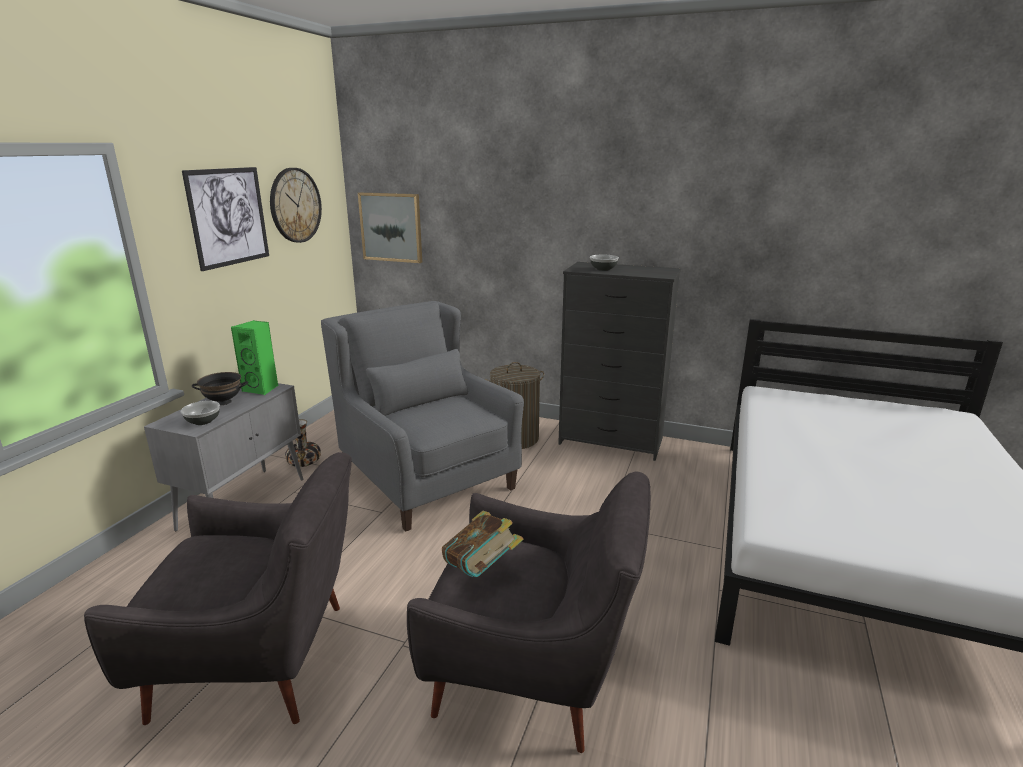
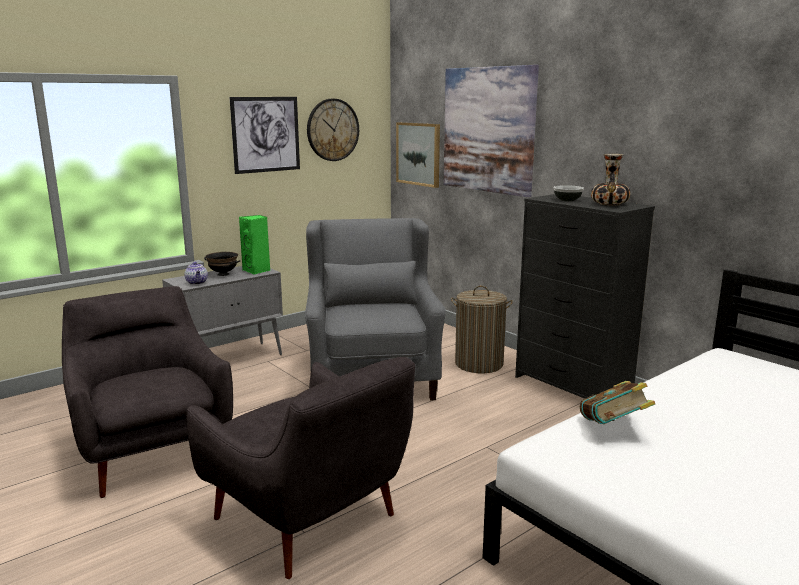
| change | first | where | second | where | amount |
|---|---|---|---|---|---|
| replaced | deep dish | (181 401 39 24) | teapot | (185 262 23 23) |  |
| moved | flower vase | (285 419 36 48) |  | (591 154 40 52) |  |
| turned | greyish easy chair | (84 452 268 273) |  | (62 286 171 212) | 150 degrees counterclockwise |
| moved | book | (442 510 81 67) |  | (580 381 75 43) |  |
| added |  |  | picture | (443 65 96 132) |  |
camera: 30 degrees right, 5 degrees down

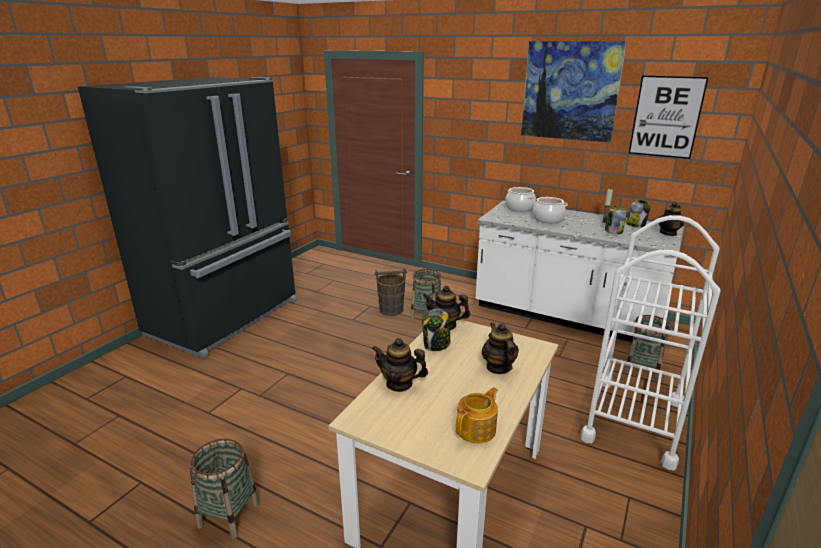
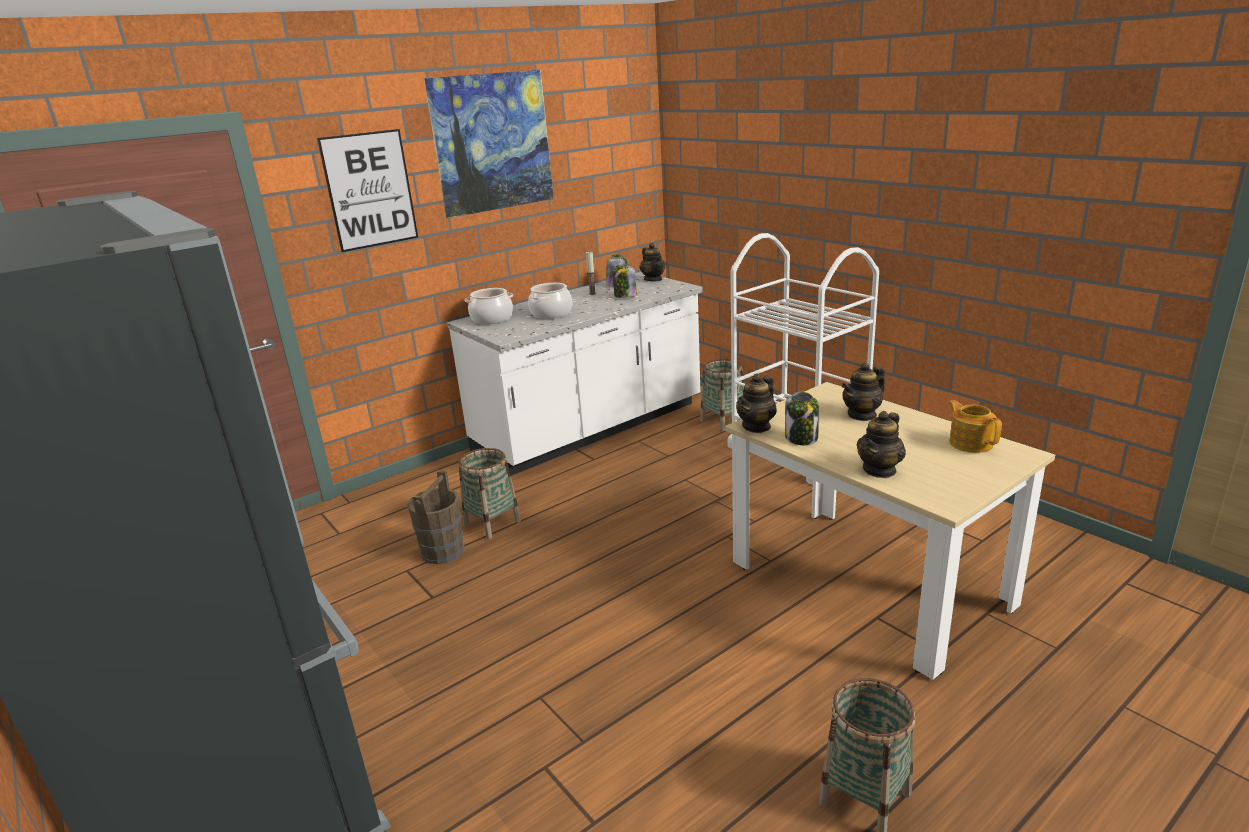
| change | first | where | second | where | amount |
|---|---|---|---|---|---|
| moved | picture | (629 75 80 84) |  | (317 129 101 123) |  |
| turned | teapot | (482 323 37 51) |  | (842 362 43 59) | 45 degrees counterclockwise |
camera: 65 degrees left, 0 degrees up

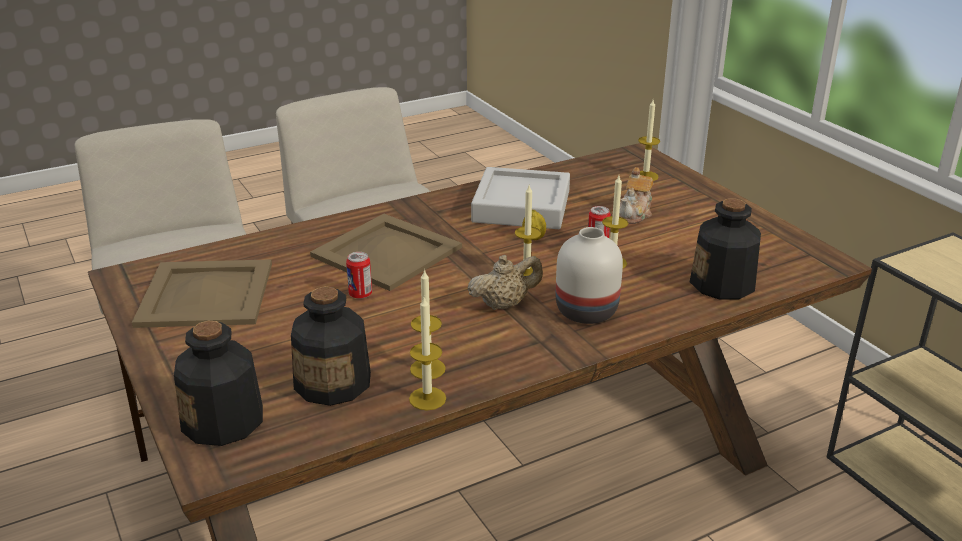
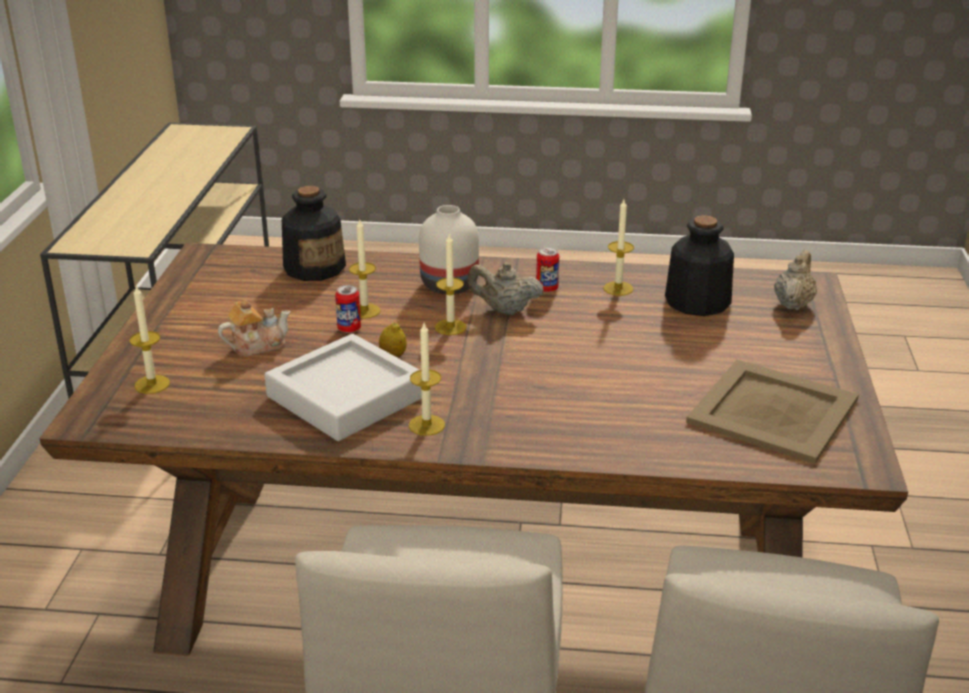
| change | first | where | second | where | amount |
|---|---|---|---|---|---|
| removed | beige-coloured tray | (310 214 152 77) |  |  |  |
| moved | can | (346 252 26 47) |  | (536 247 23 46) |  |
| moved | wax light | (409 297 37 114) |  | (409 323 36 113) |  |
| replaced | drink bottle | (174 321 89 125) | beige-coloured teapot | (774 250 43 60) |  |
camera: 145 degrees left, 0 degrees up

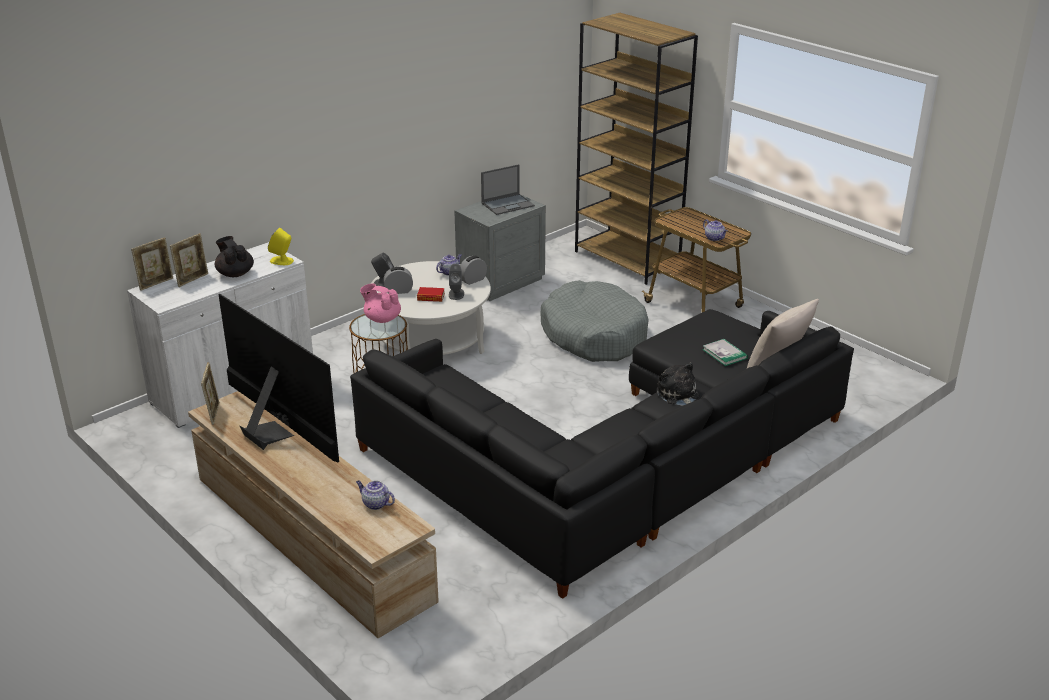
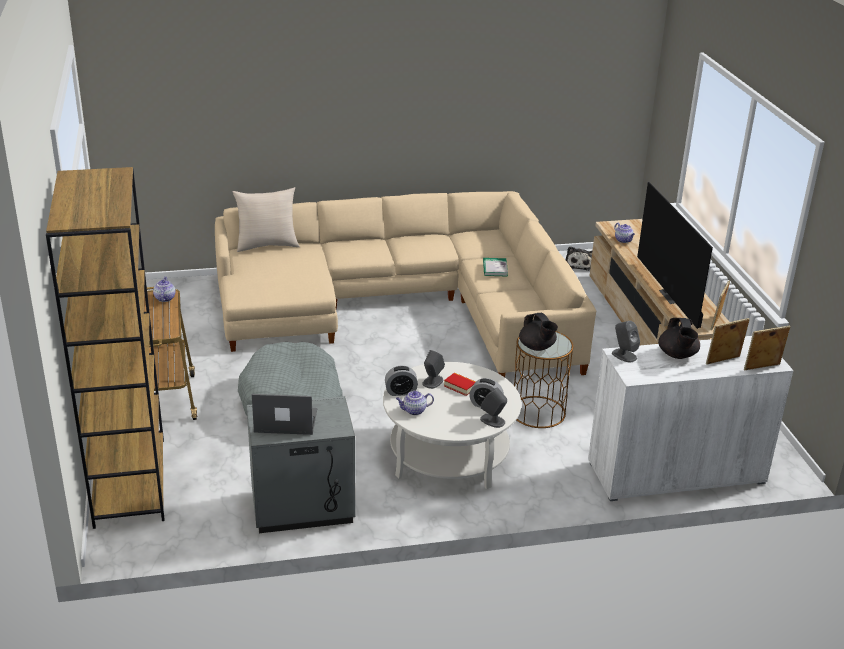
| change | first | where | second | where | amount |
|---|---|---|---|---|---|
| recoloured | yellow speaker | (268 228 26 37) | greyish speaker | (612 321 28 41) |  |
| recoloured | pink-coloured teapot | (360 284 41 39) | blackish teapot | (519 313 39 38) |  |
| recoloured | blackish couch | (350 309 504 290) | beige-coloured couch | (215 191 381 186) |  |
| moved | book | (702 339 46 27) |  | (483 258 25 19) |  |
| moved | cuddly toy | (657 362 43 44) |  | (566 246 26 25) |  |
camera: 150 degrees left, 0 degrees up

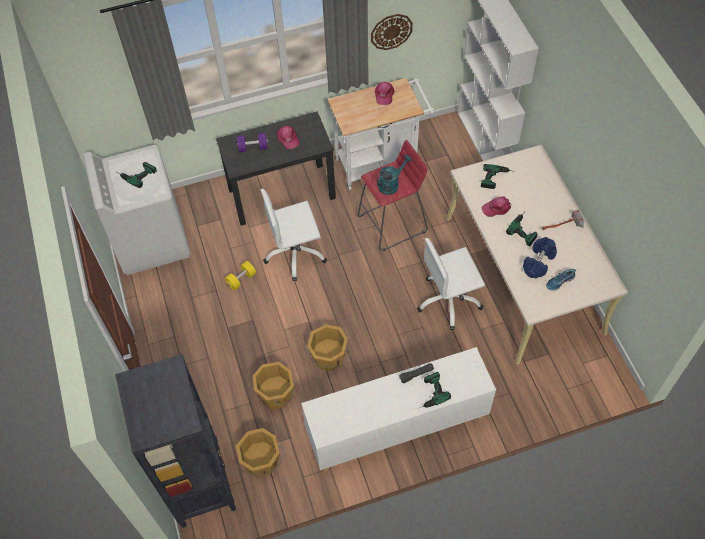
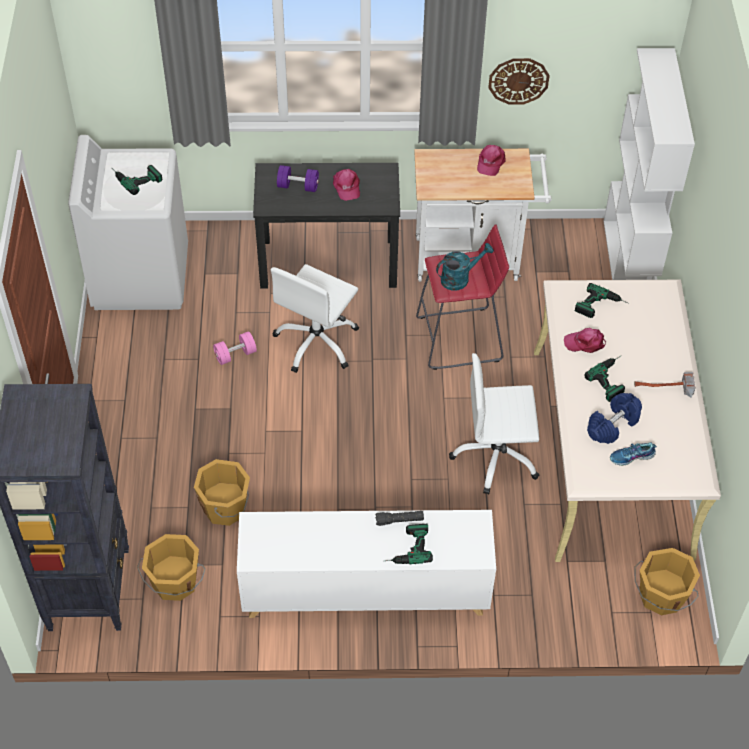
| change | first | where | second | where | amount |
|---|---|---|---|---|---|
| turned | whitish computer chair | (261 189 66 92) |  | (271 264 88 109) | 60 degrees counterclockwise |
| recoloured | yellow hand weight | (225 261 31 29) | pink-coloured hand weight | (213 331 44 34) |  |
| moved | orangey pail | (304 324 47 47) |  | (634 548 66 67) |  |
camera: 15 degrees right, 5 degrees down

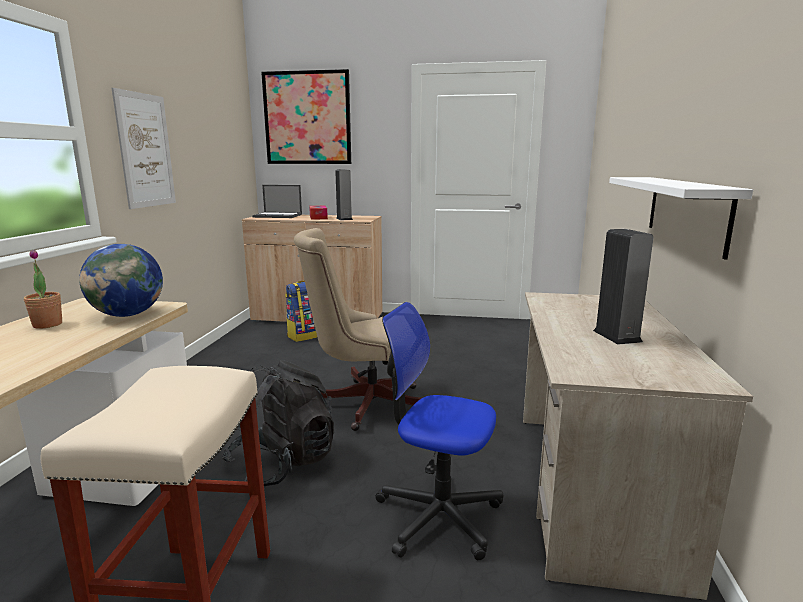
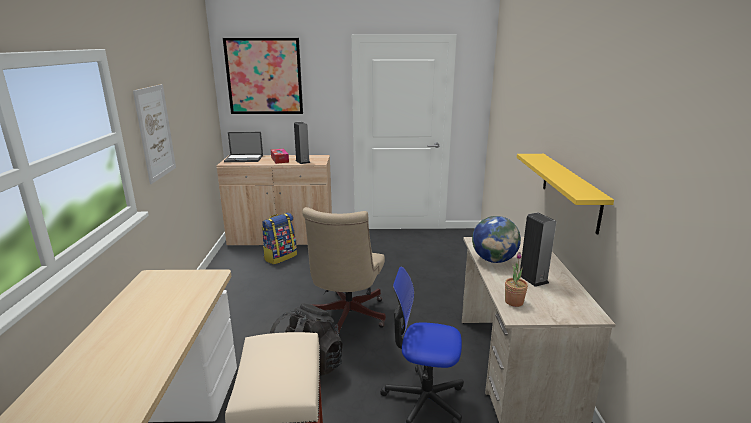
| change | first | where | second | where | amount |
|---|---|---|---|---|---|
| recoloured | whitish wall shelf | (609 177 144 83) | yellow wall shelf | (517 154 97 81) |  |
| turned | beige-coloured computer chair | (294 228 128 203) |  | (302 207 84 127) | 60 degrees counterclockwise |
| moved | desk globe | (79 244 84 73) |  | (472 216 49 47) |  |
| moved | houseplant | (24 249 38 80) |  | (505 252 23 55) |  |
camera: 10 degrees left, 5 degrees up

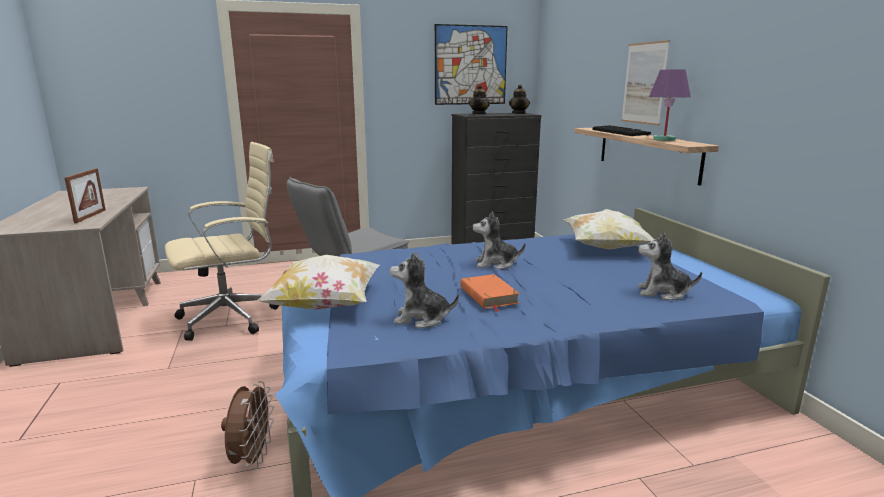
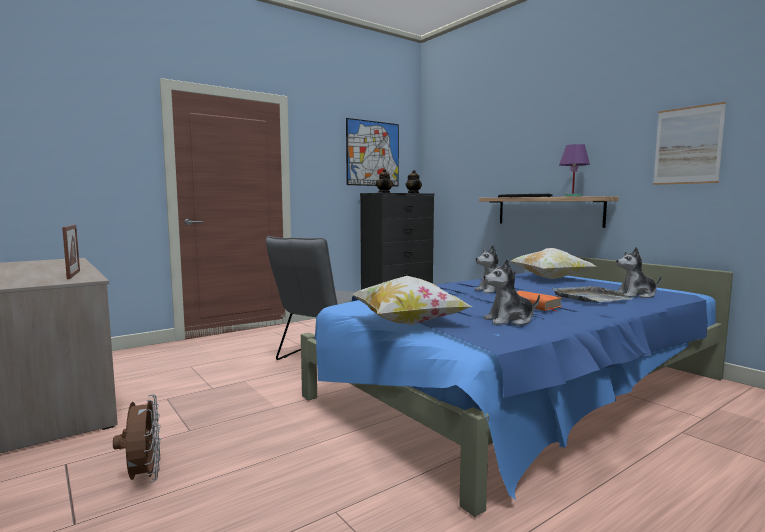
| change | first | where | second | where | amount |
|---|---|---|---|---|---|
| moved | picture | (621 40 49 86) |  | (653 102 73 83) |  |
| removed | beige-coloured computer chair | (165 142 114 199) |  |  |  |
| moved | brownish electric fan | (221 381 53 88) |  | (113 394 48 89) |  |
| added |  |  | greyish tray | (552 286 81 16) |  |
camera: 20 degrees left, 10 degrees down

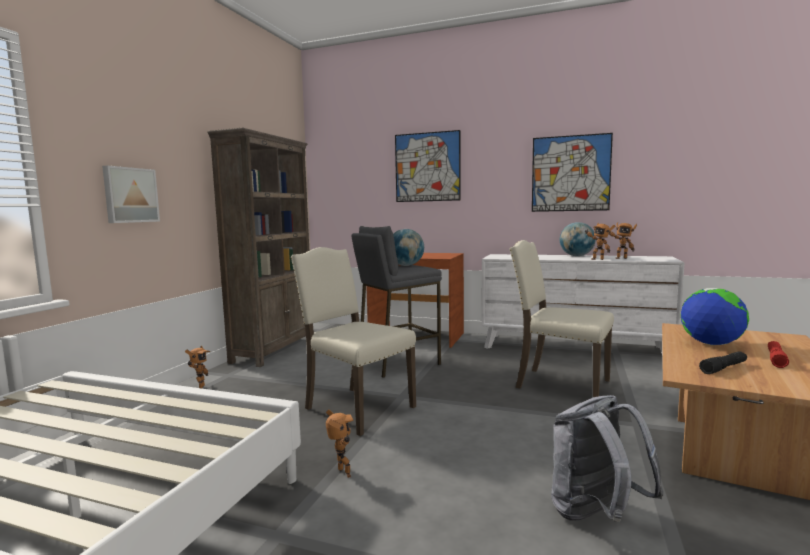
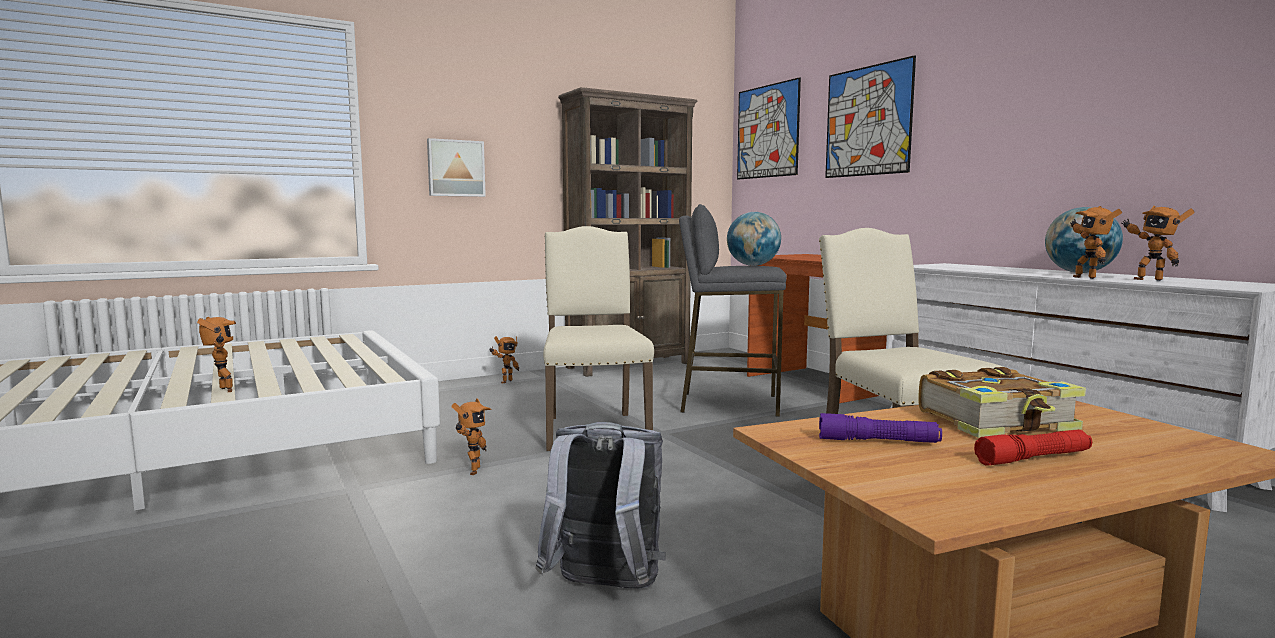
| change | first | where | second | where | amount |
|---|---|---|---|---|---|
| moved | picture | (532 133 81 79) |  | (737 77 64 102) |  |
| replaced | desk globe | (681 288 68 57) | book | (918 367 168 71) |  |
| recoloured | blackish hand torch | (699 351 48 23) | purplish hand torch | (819 413 123 30) |  |
| added |  |  | robot figure | (197 317 39 75) |  |
camera: 40 degrees right, 0 degrees up

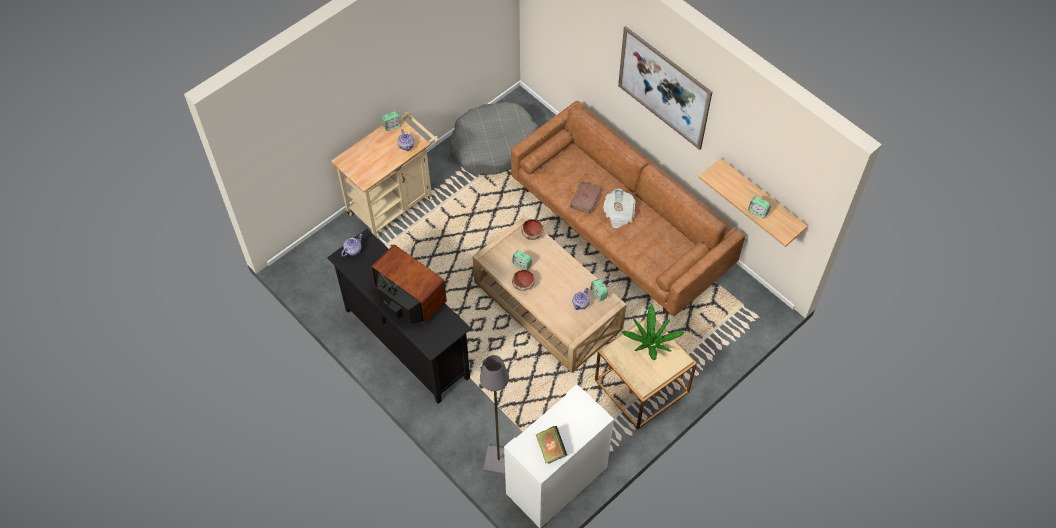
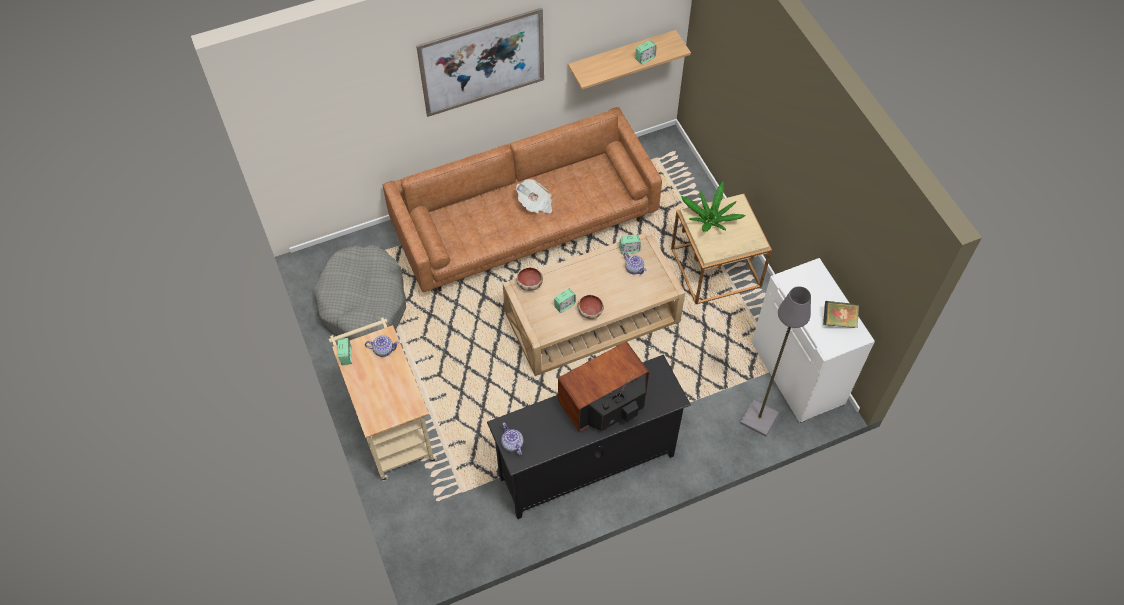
| change | first | where | second | where | amount |
|---|---|---|---|---|---|
| removed | brownish book | (570 181 32 33) |  |  |  |
camera: 70 degrees left, 0 degrees up

